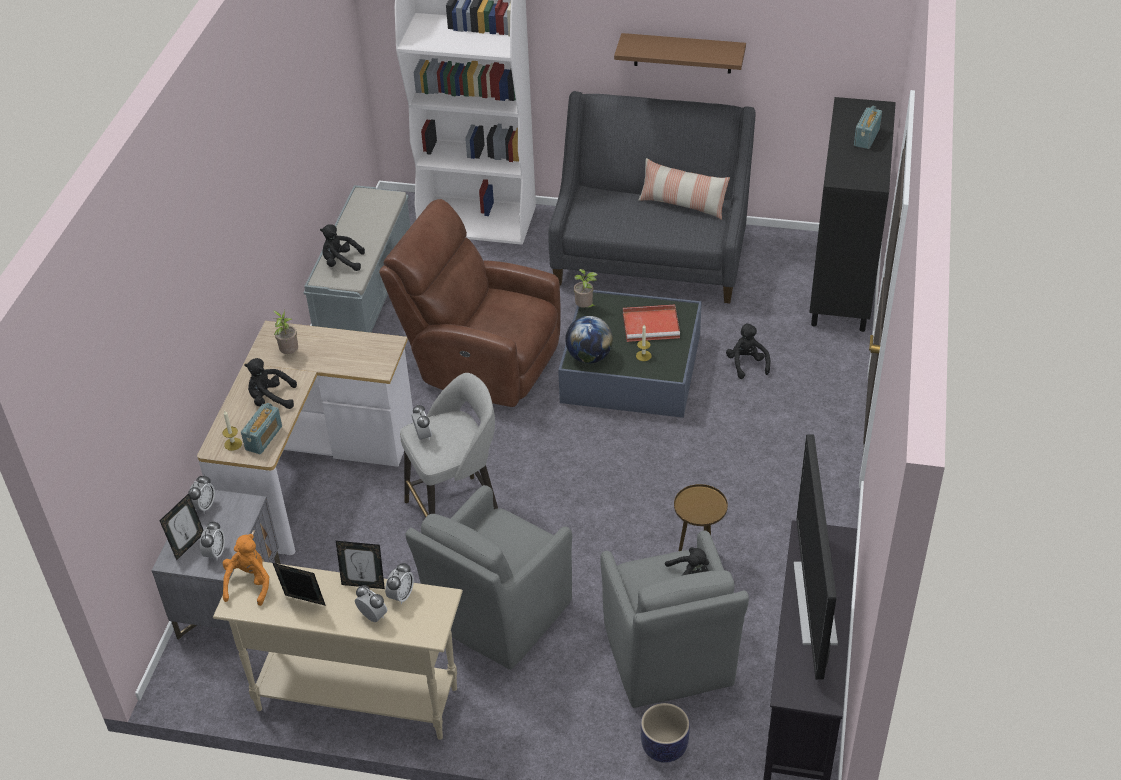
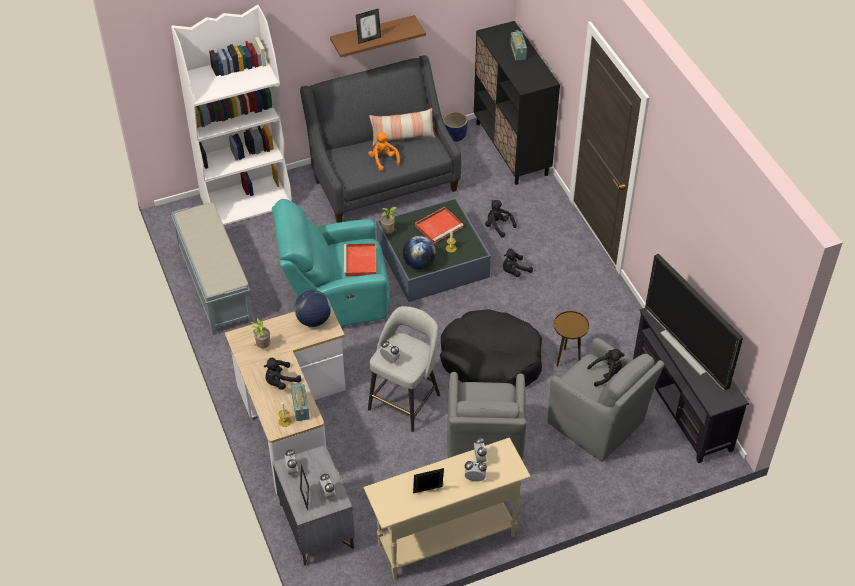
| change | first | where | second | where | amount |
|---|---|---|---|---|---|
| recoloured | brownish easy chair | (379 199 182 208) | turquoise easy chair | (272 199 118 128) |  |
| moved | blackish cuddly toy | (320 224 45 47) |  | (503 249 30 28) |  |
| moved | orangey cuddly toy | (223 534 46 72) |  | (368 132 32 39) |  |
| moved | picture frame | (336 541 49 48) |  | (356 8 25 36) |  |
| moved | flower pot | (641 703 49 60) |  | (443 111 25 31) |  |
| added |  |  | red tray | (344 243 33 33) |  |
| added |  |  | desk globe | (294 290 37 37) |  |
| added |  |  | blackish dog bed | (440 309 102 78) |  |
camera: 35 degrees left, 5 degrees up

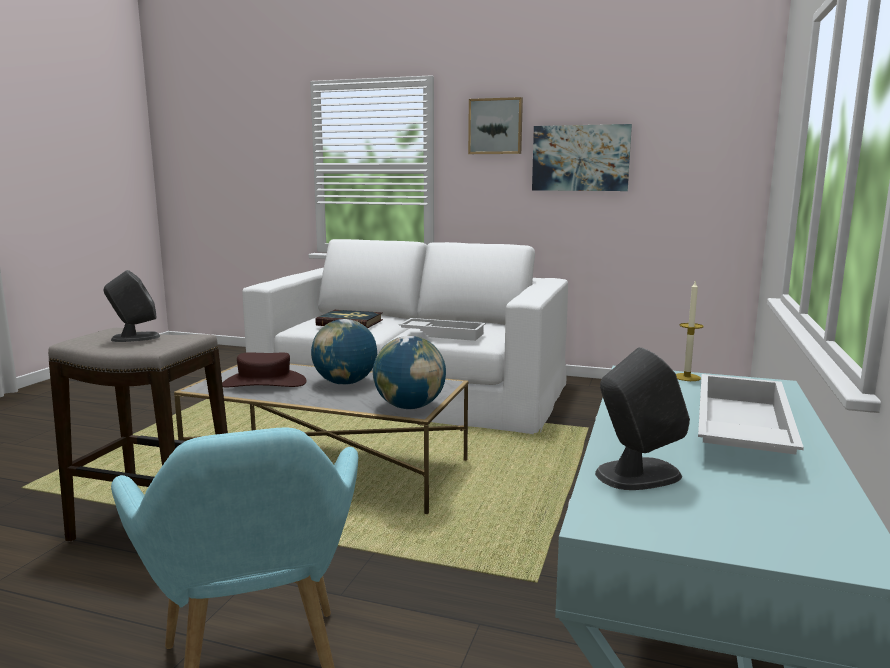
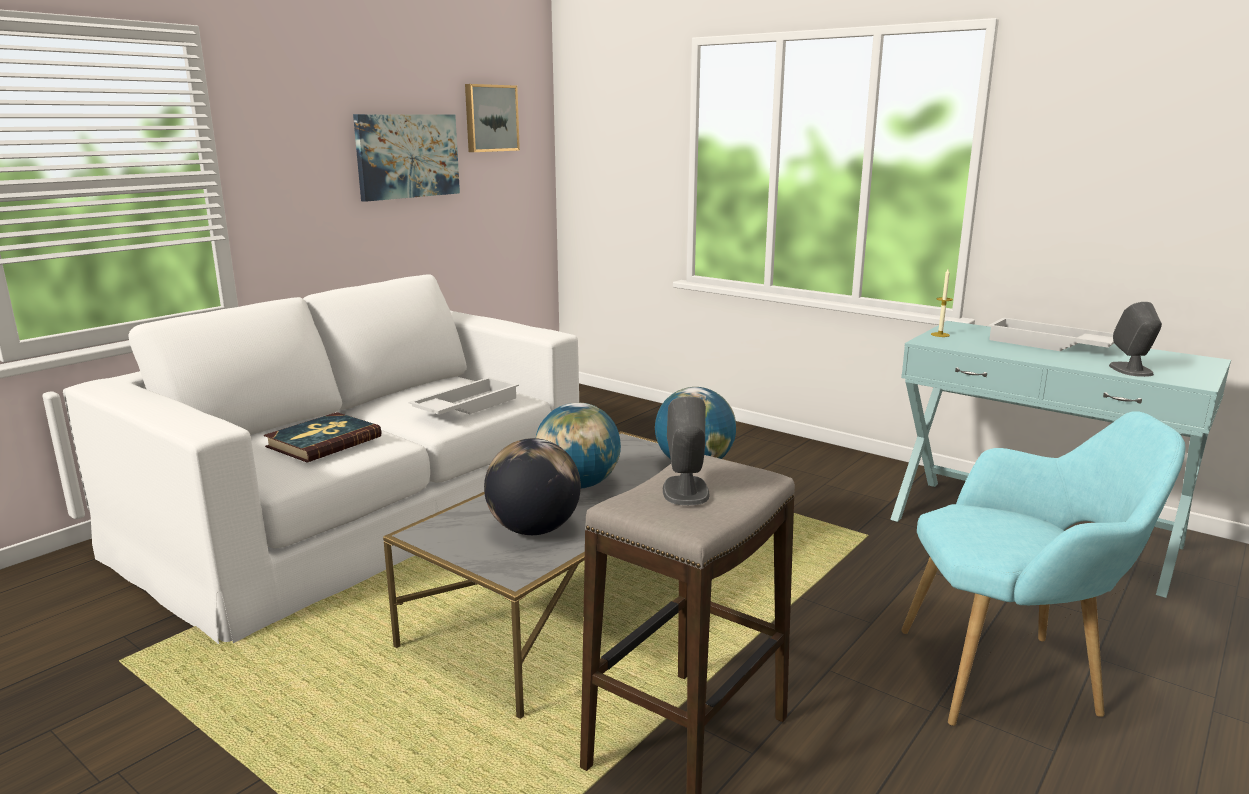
| change | first | where | second | where | amount |
|---|---|---|---|---|---|
| moved | picture | (468 97 55 57) |  | (465 84 55 68) |  |
| replaced | brownish hat | (222 353 85 35) | desk globe | (484 438 97 97) |  |
camera: 70 degrees left, 5 degrees up

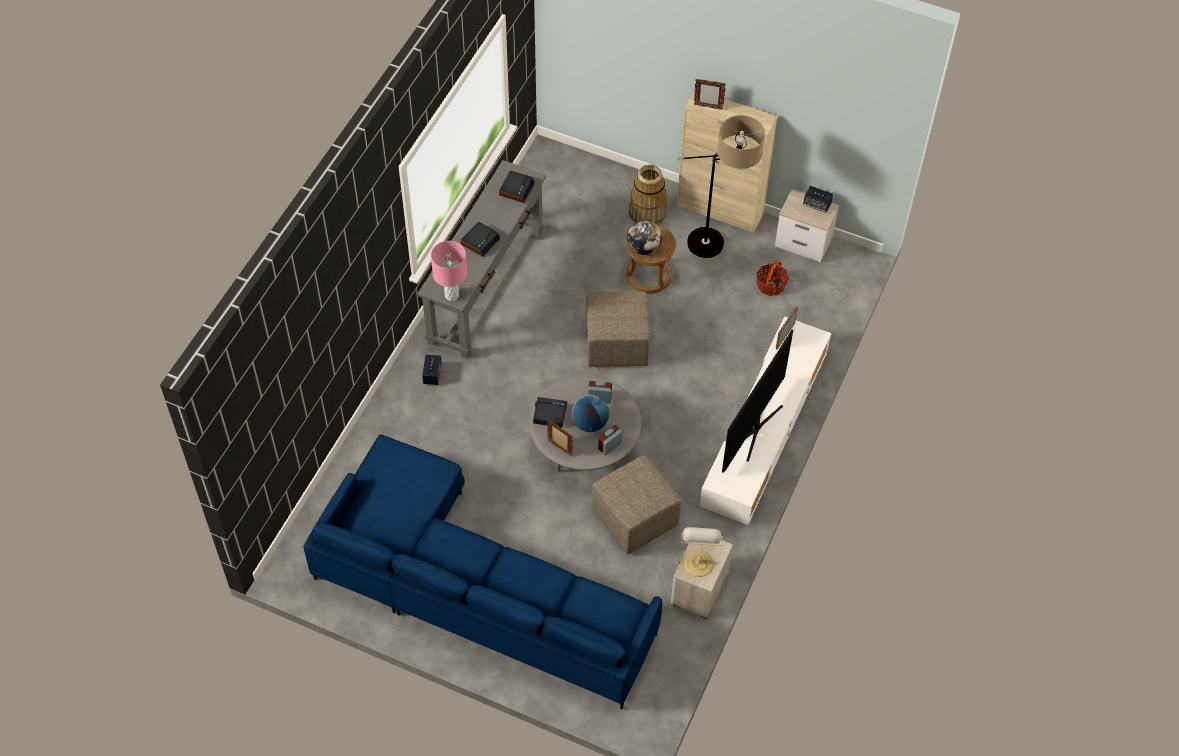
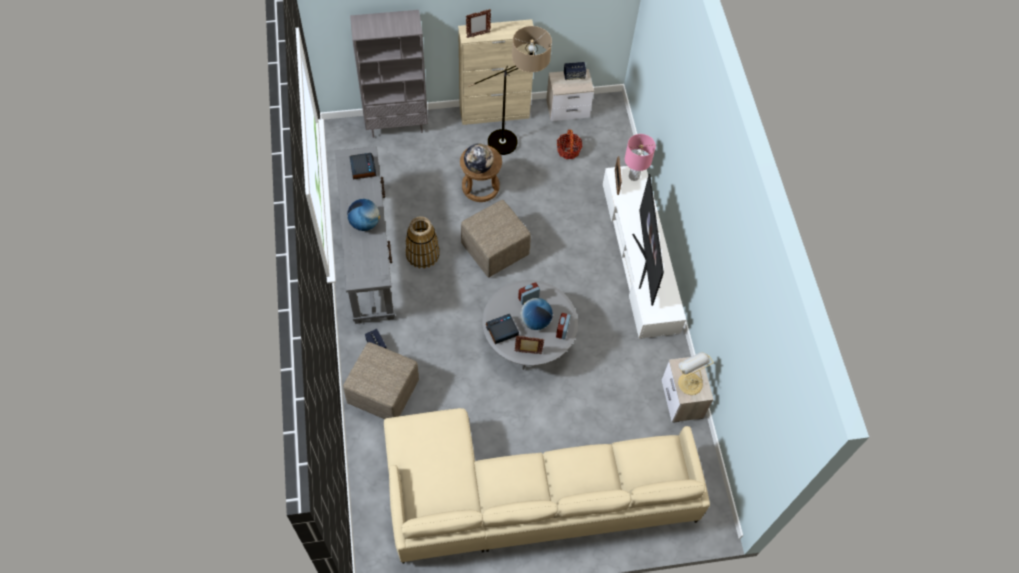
| change | first | where | second | where | amount |
|---|---|---|---|---|---|
| moved | household basket | (629 164 38 61) |  | (405 216 35 52) |  |
| replaced | table clock | (461 222 39 35) | desk globe | (347 199 33 32) |  |
| moved | pink-coloured lamp for a table | (431 241 36 60) |  | (625 134 31 47) |  |
| recoloured | blue couch | (304 434 358 276) | beige-coloured couch | (384 408 326 156) |  |
| moved | beige-coloured pouffe | (592 455 89 99) |  | (343 342 76 77) |  |
| added |  |  | greyish bookshelf | (350 10 78 128) |  |
camera: 35 degrees left, 5 degrees up

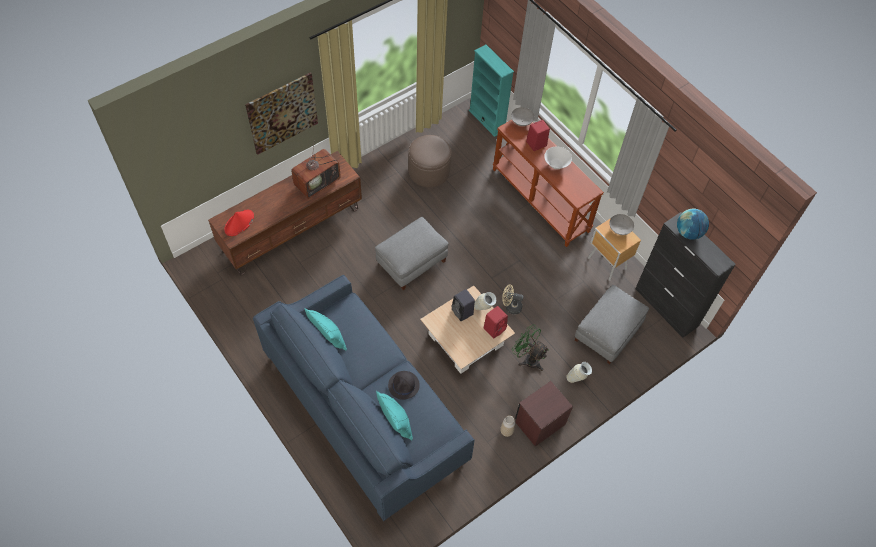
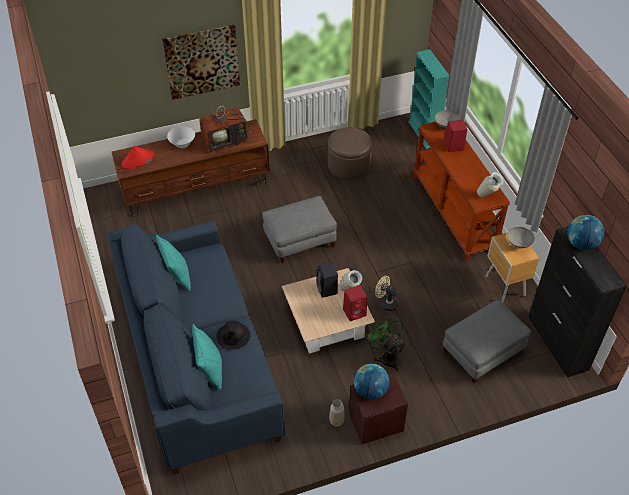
| change | first | where | second | where | amount |
|---|---|---|---|---|---|
| moved | whitish deep dish | (544 146 28 23) |  | (167 126 28 22) |  |
| moved | flower vase | (566 362 26 21) |  | (477 172 27 25) |  |
| added |  |  | desk globe | (354 364 35 35) |  |
camera: 20 degrees right, 10 degrees down

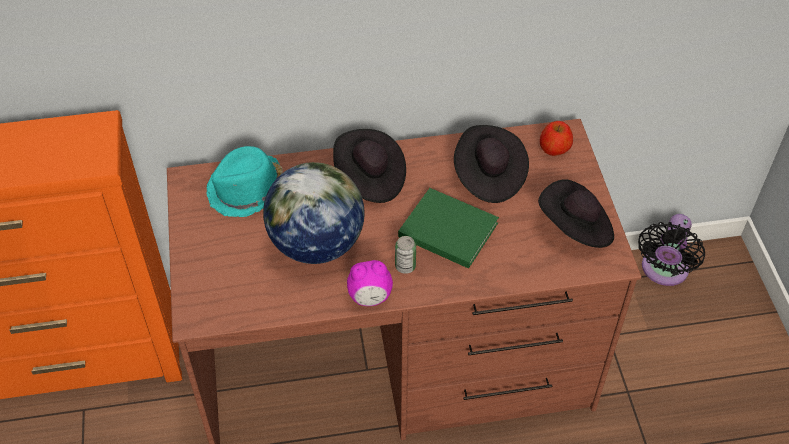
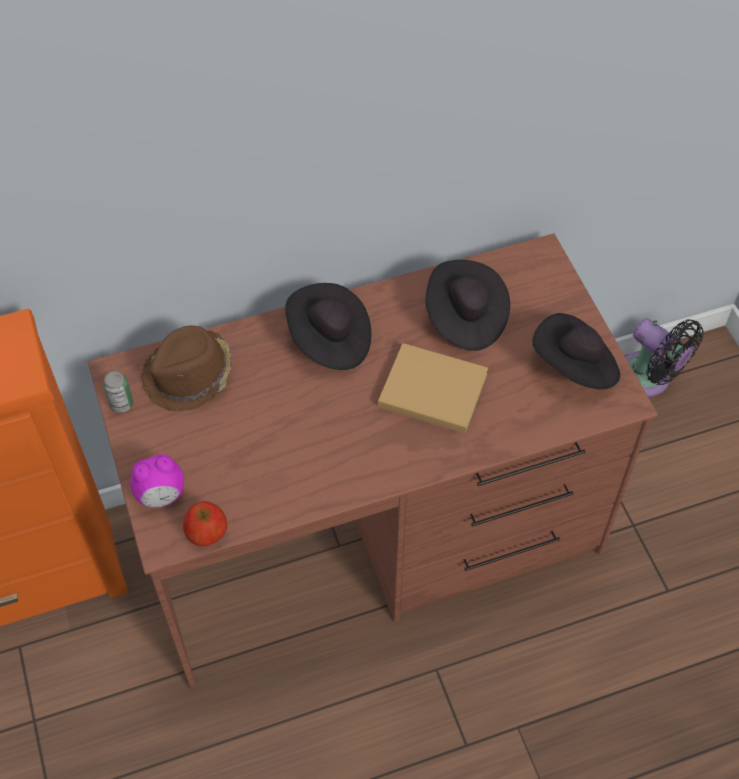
| change | first | where | second | where | amount |
|---|---|---|---|---|---|
| moved | apple fruit | (540 121 33 35) |  | (183 501 44 45) |  |
| recoloured | turquoise hat | (206 146 77 71) | brownish hat | (141 325 90 86) |  |
| removed | desk globe | (263 162 102 102) |  |  |  |
| recoloured | green book | (398 188 101 81) | beige-coloured book | (378 343 110 90) |  |
| turned | blackish electric fan | (638 214 67 72) |  | (625 319 79 78) | 60 degrees counterclockwise |
| moved | can | (395 236 21 38) |  | (103 371 30 42) |  |
| moved | table clock | (347 260 46 46) |  | (130 454 55 54) |  |
camera: 10 degrees left, 5 degrees up

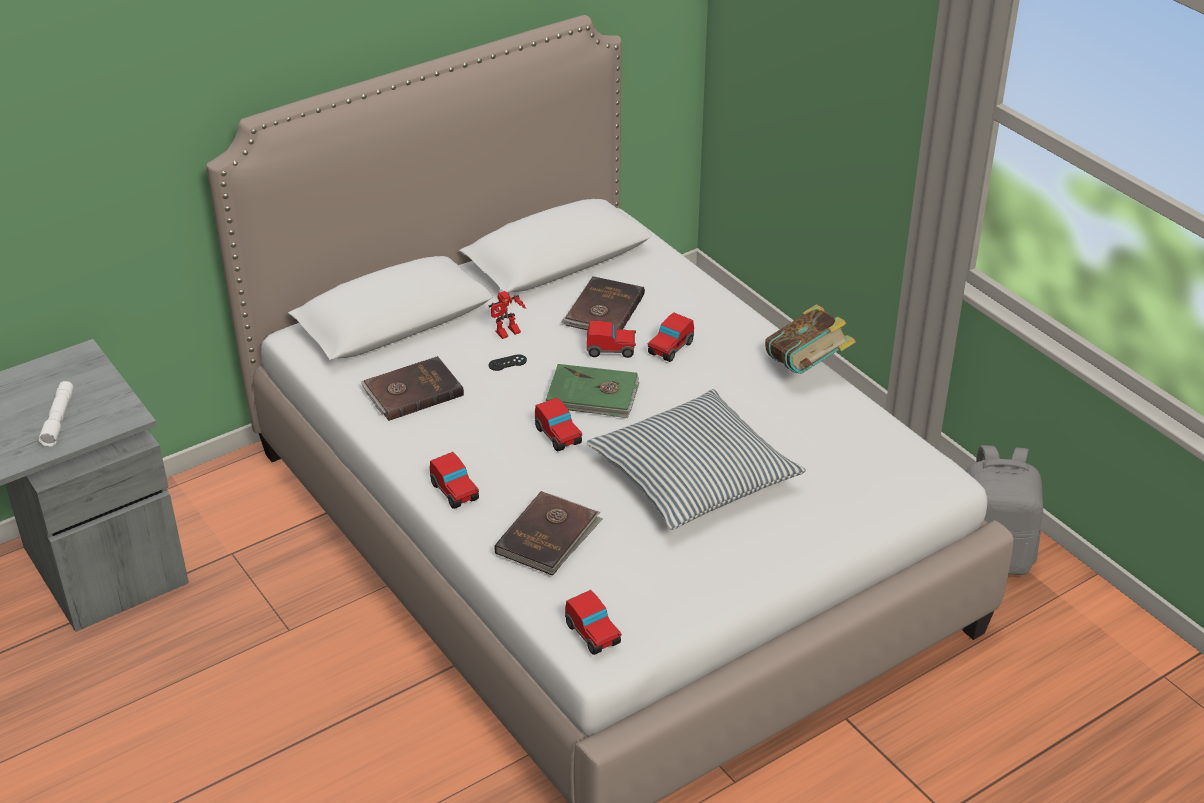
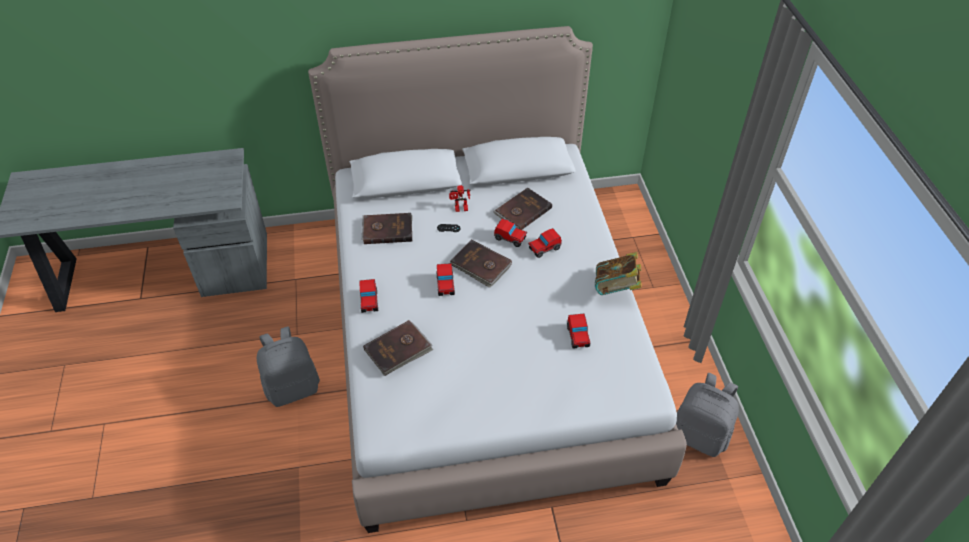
| change | first | where | second | where | amount |
|---|---|---|---|---|---|
| recoloured | green book | (546 364 94 54) | brownish book | (449 240 63 48) |  |
| removed | whitish hand torch | (39 381 35 66) |  |  |  |
| removed | throw pillow | (587 389 219 141) |  |  |  |
| moved | miniature car | (565 590 57 65) |  | (567 313 23 36) |  |
| added |  |  | greyish knapsack | (257 326 63 81) |  |
camera: 25 degrees right, 10 degrees up

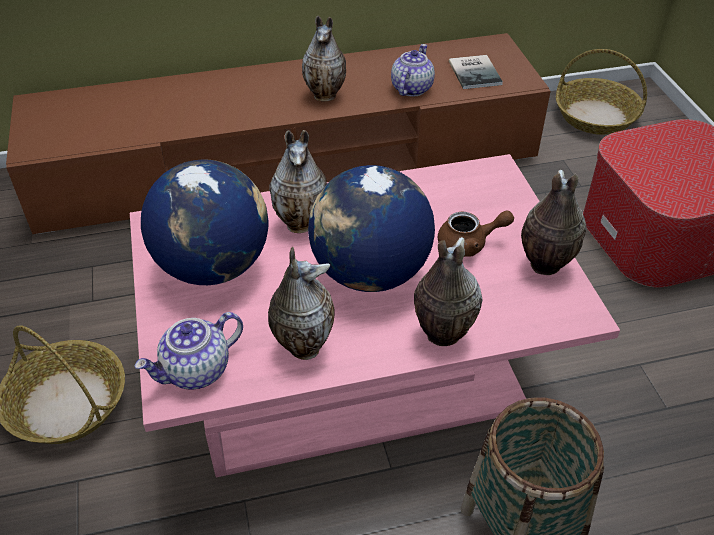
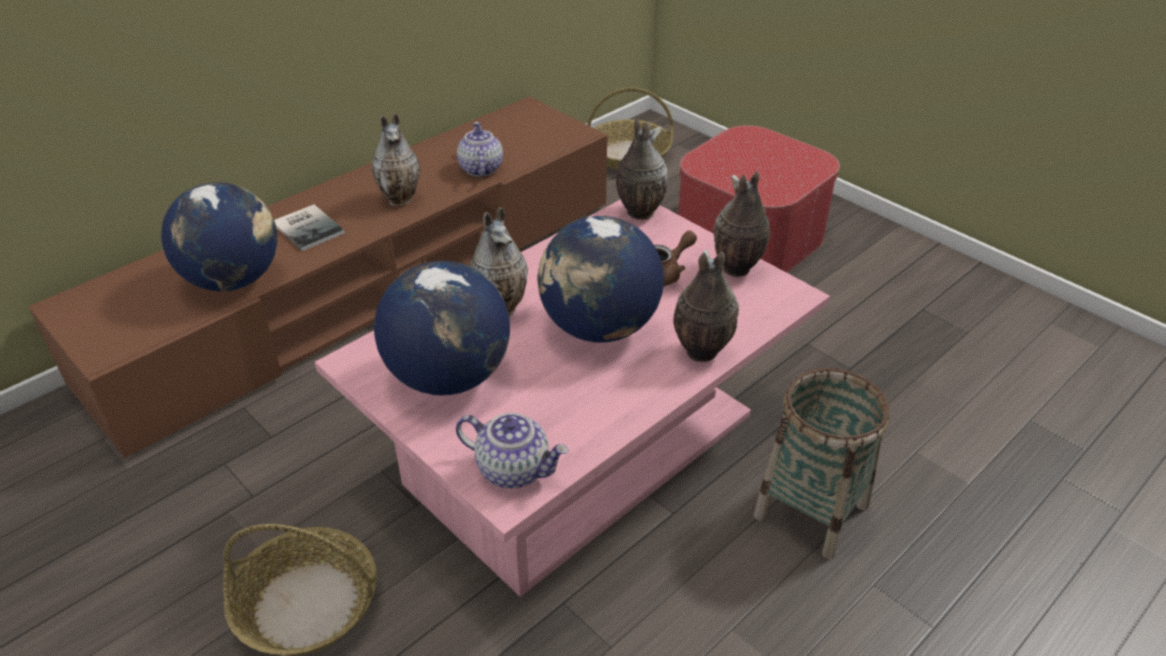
| change | first | where | second | where | amount |
|---|---|---|---|---|---|
| moved | book | (449 55 54 34) |  | (274 204 71 47) |  |
| moved | flower vase | (268 246 66 114) |  | (616 118 52 102) |  |
| turned | teapot | (134 312 109 78) |  | (456 413 113 75) | 90 degrees counterclockwise |
| added |  |  | desk globe | (161 182 117 109) |  |
camera: 30 degrees left, 5 degrees down

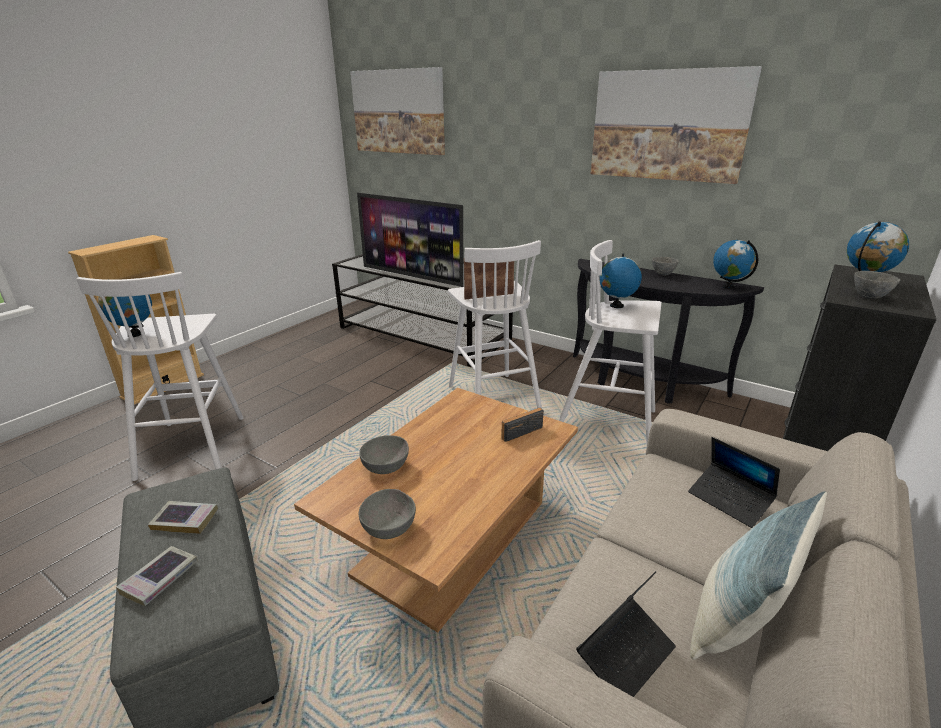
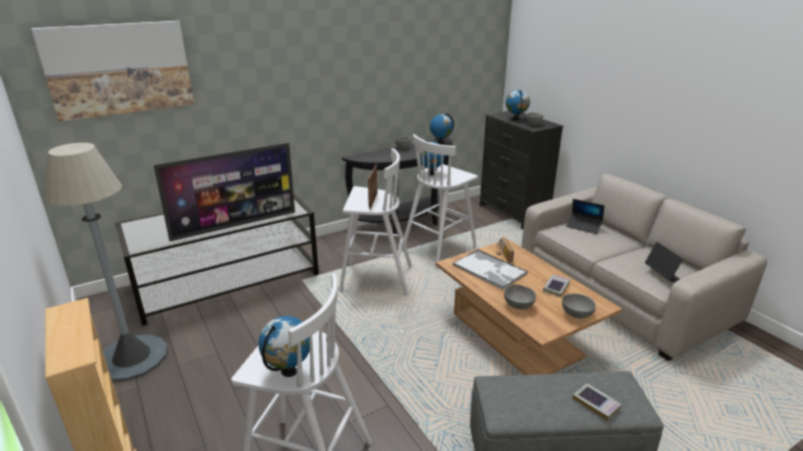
| change | first | where | second | where | amount |
|---|---|---|---|---|---|
| removed | picture | (591 66 171 118) |  |  |  |
| turned | laptop | (688 437 92 91) |  | (566 199 38 35) | 45 degrees clockwise |
| removed | throw pillow | (690 491 137 169) |  |  |  |
| moved | book | (148 501 70 33) |  | (543 275 27 22) |  |
| added |  |  | greyish floor lamp | (44 143 124 239) |  |
| added |  |  | tray | (453 250 75 40) |  |
camera: 65 degrees left, 0 degrees up

